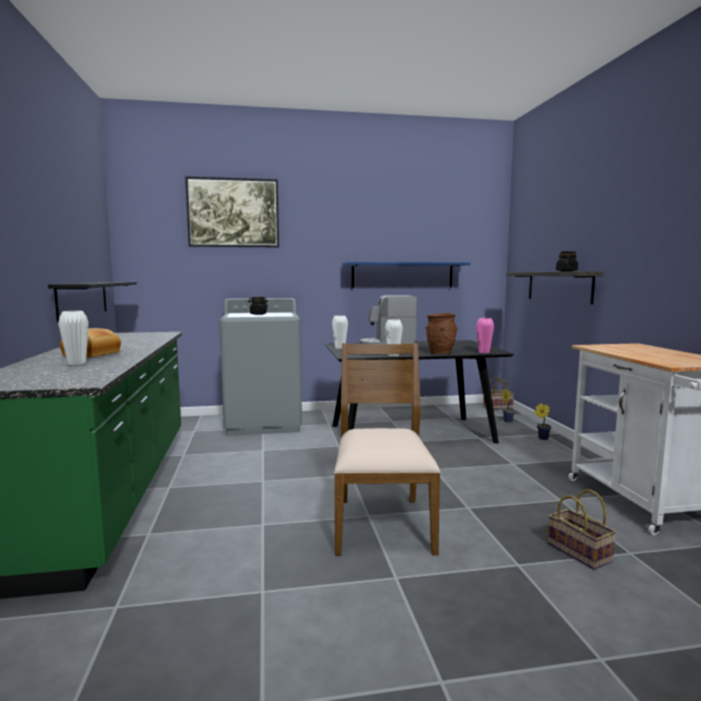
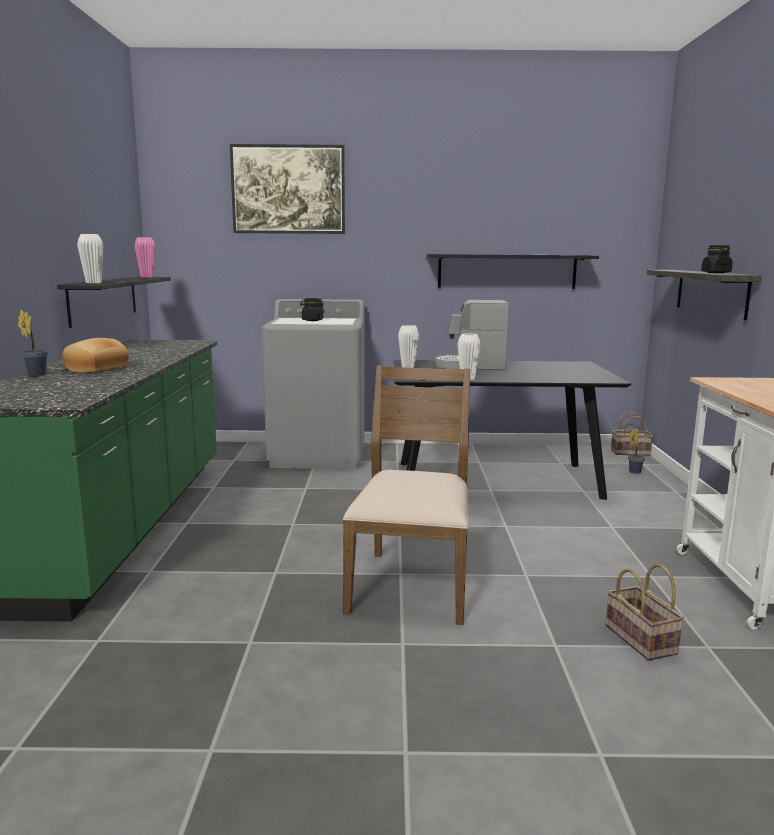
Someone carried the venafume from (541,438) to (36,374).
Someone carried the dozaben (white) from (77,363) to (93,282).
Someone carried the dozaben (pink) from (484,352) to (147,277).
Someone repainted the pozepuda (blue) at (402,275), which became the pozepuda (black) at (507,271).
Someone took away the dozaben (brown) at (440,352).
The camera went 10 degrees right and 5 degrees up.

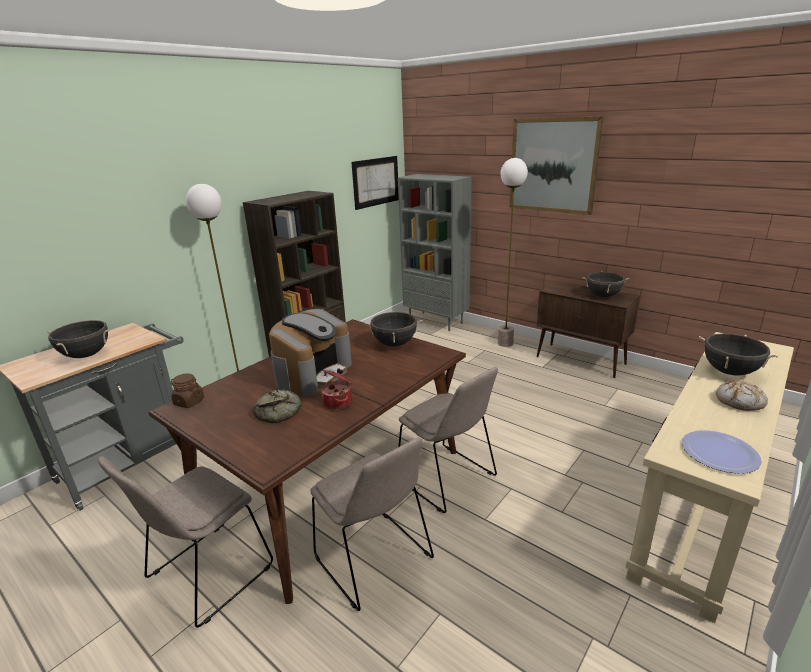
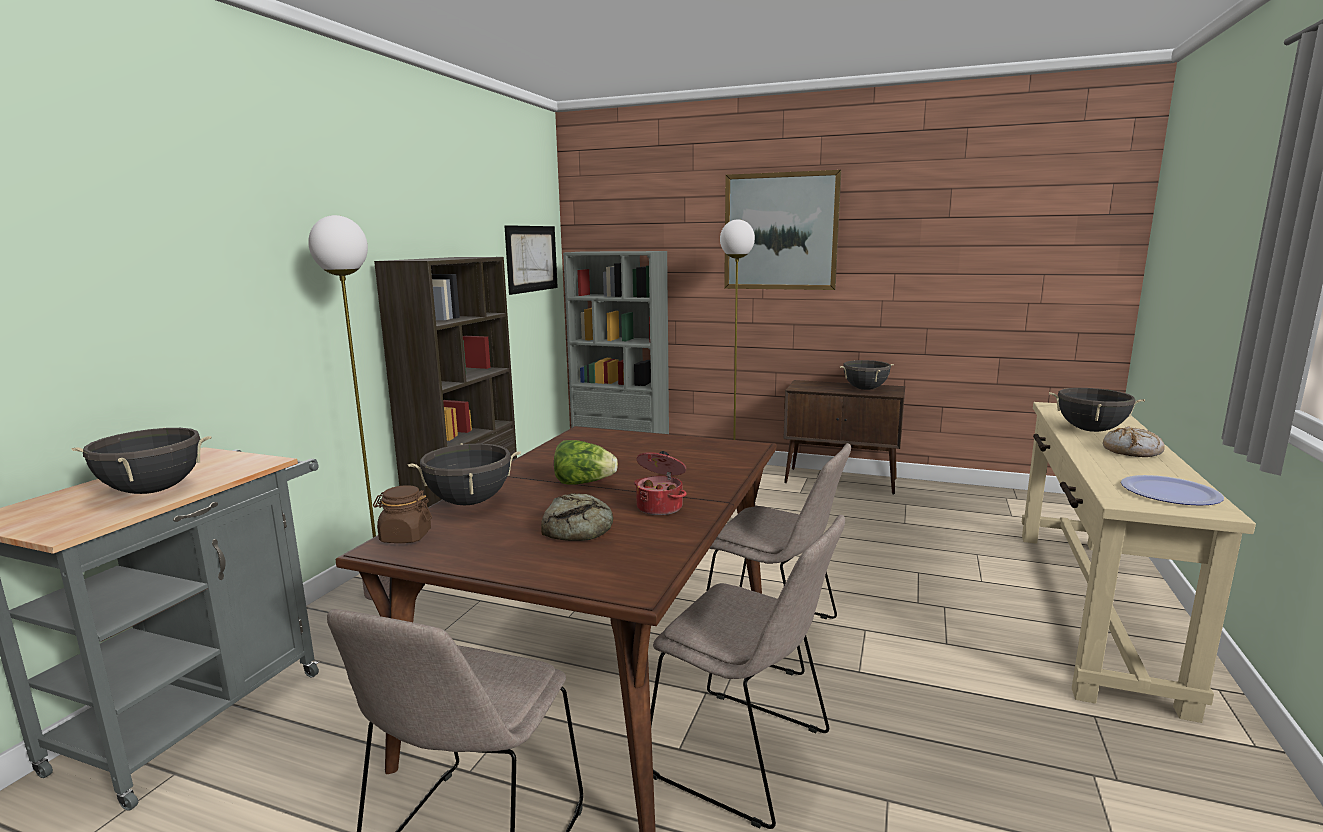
Someone carried the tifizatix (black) from (394,344) to (469,502).
Someone swapped the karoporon at (313,373) for the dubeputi at (584,483).
The camera went 20 degrees left and 10 degrees down.

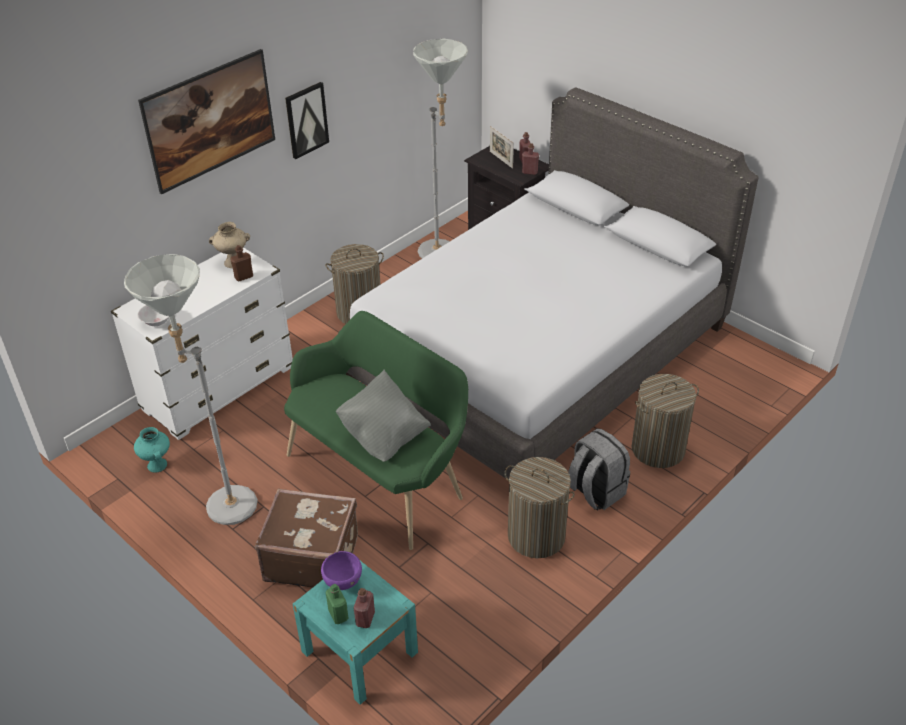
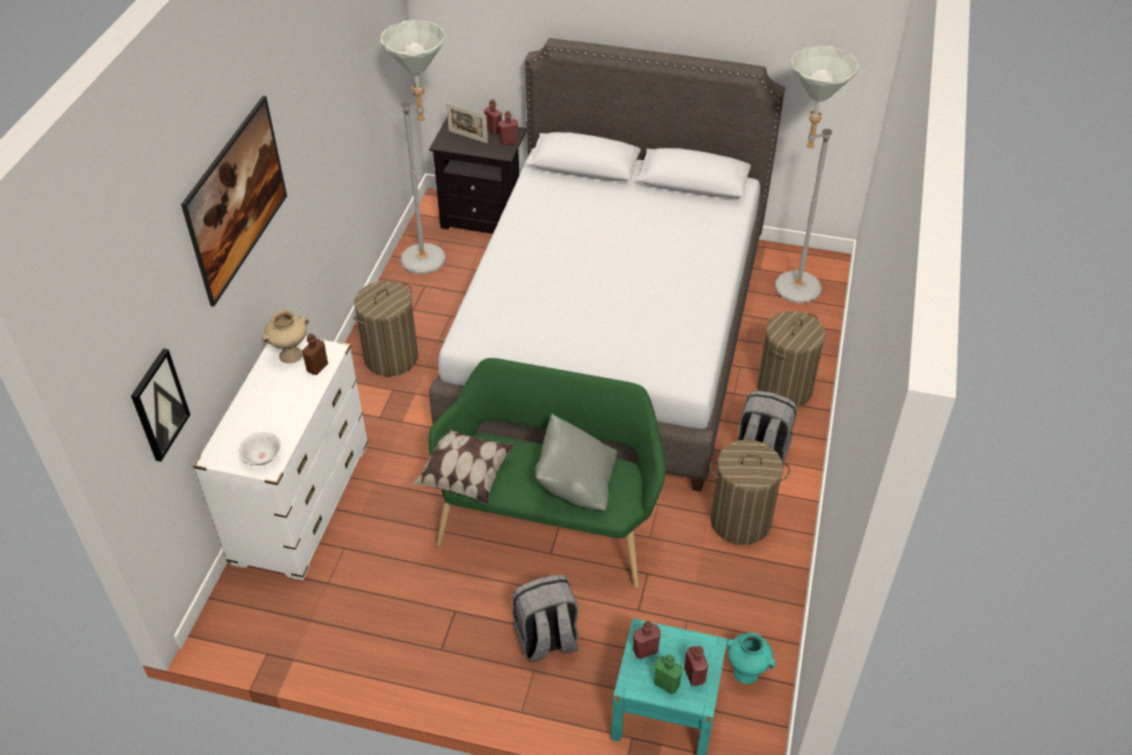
Someone carried the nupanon from (306,120) to (159,405).
Someone put down the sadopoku at (464,475).
Someone swapped the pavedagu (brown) at (312,557) for the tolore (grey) at (546,640).
Someone swapped the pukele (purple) at (343,583) for the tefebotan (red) at (645,650).
Someone carried the dozaben (turquoise) from (158,465) to (746,673).
Someone carried the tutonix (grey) from (221,504) to (788,290).
The camera went 30 degrees left and 5 degrees up.

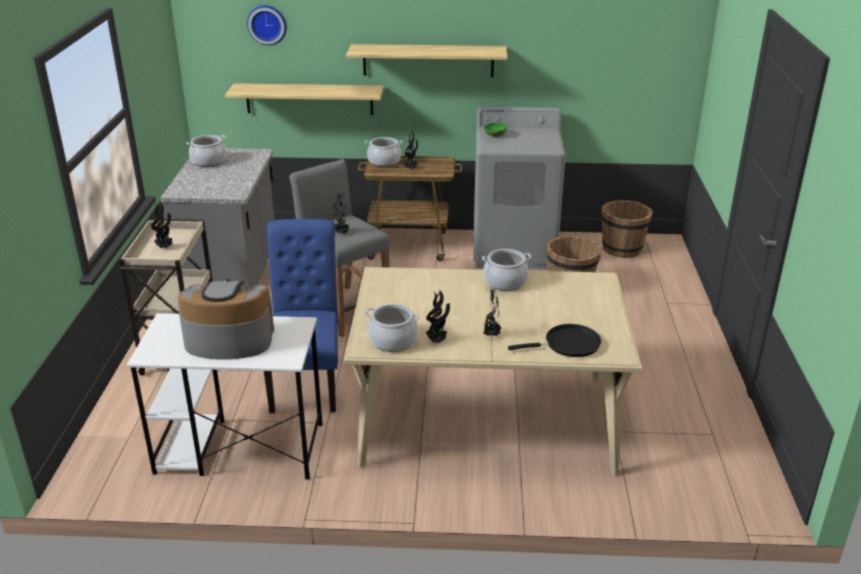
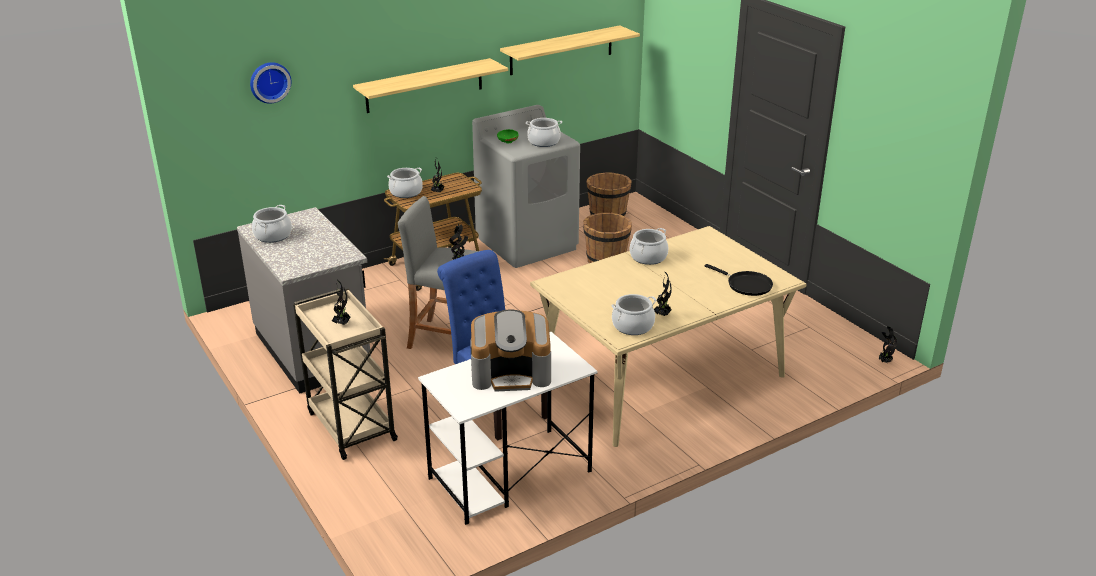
Someone rotated the karoporon at (228,340) by 150 degrees counterclockwise.
Someone carried the pozepuda from (309,99) to (561,50).
Someone put down the tifizatix at (543,142).
Someone rotated the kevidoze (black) at (568,344) by 90 degrees clockwise.
Someone carried the venafume from (491,335) to (884,362).
The camera went 35 degrees left and 0 degrees up.

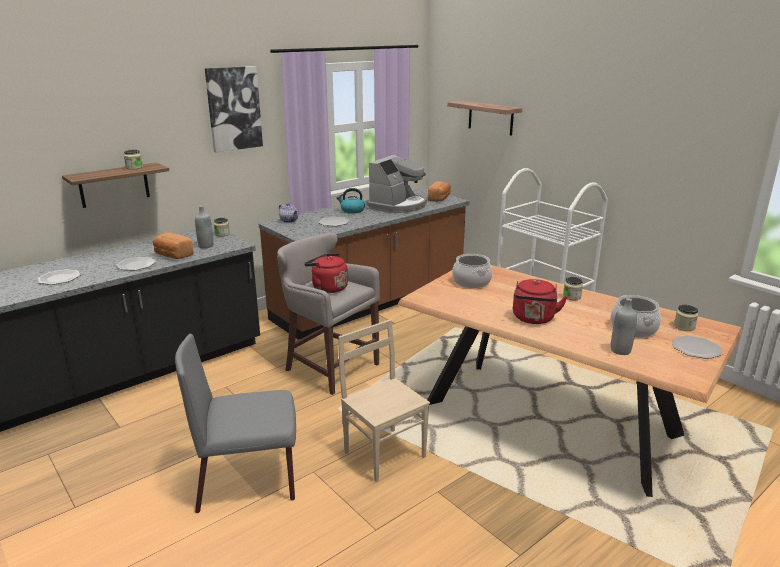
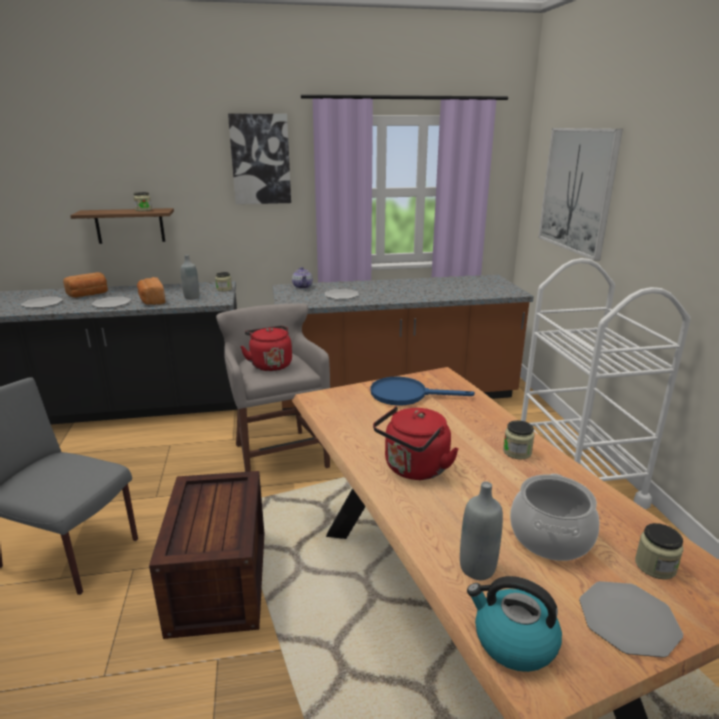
Someone carried the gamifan from (439,199) to (89,295).
Someone swapped the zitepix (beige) at (385,453) for the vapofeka at (219,579).
Someone swapped the tifizatix at (471,282) for the kevidoze (blue) at (406,395).
Someone carried the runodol from (352,211) to (513,641).
Someone swapped the pozepuda at (490,118) for the nupanon at (577,190).
Someone took away the karoporon at (398,206).
The camera went 30 degrees right and 0 degrees up.

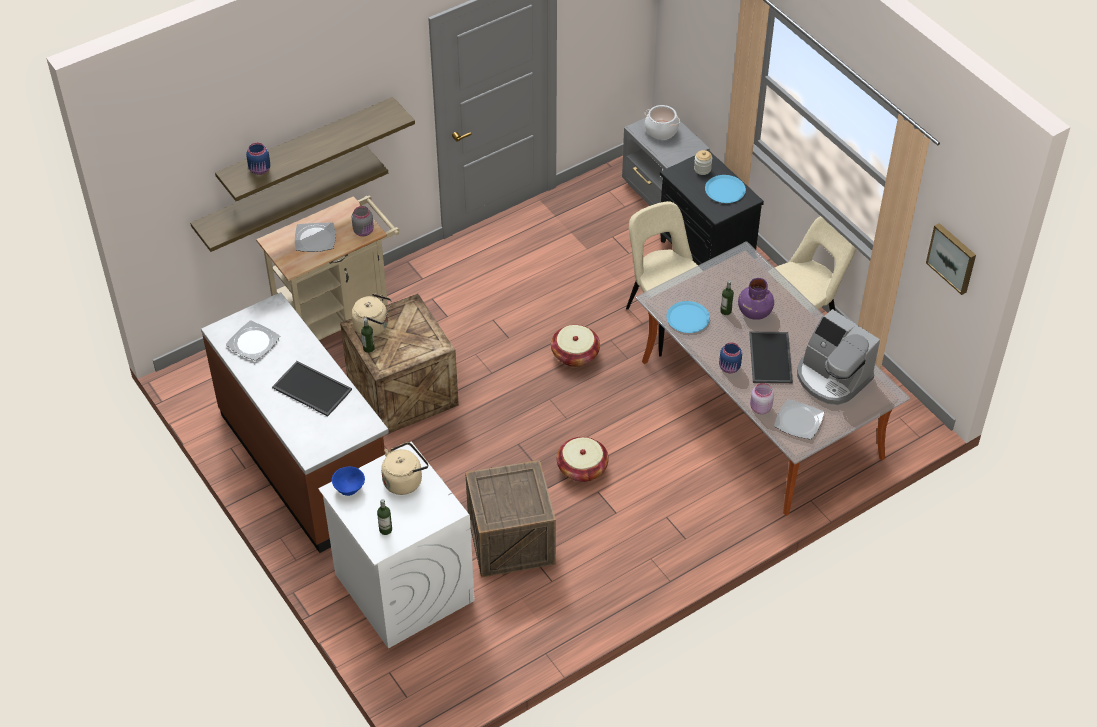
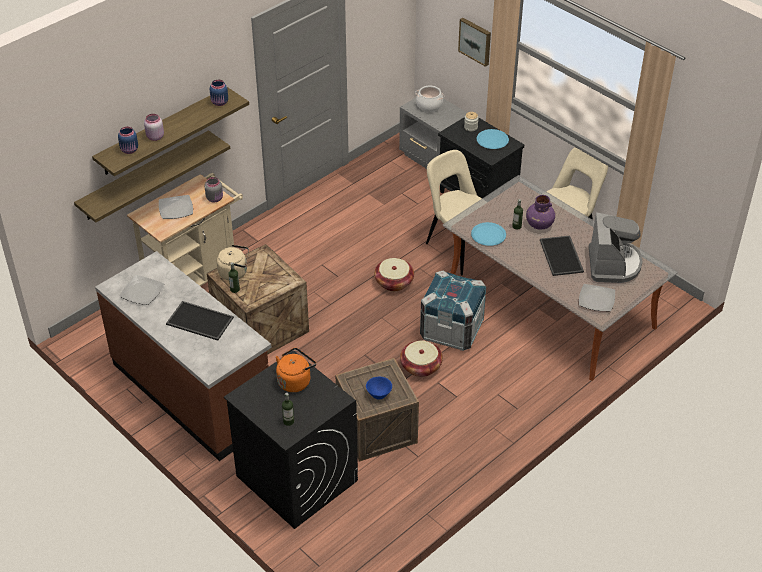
Someone carried the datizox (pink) from (760,408) to (154,137).
Someone carried the datizox (blue) from (729,368) to (220,103).
Someone repainted the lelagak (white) at (403,587), which became the lelagak (black) at (296,478).
Someone repainted the runodol (beige) at (404,480), which became the runodol (orange) at (295,381).
Someone carried the pukele (blue) from (350,488) to (379,394).
Someone put down the vapofeka at (451,330).
Someone carried the nupanon from (952,257) to (475,41).
Someone rotated the karoporon at (832,378) by 120 degrees counterclockwise.
The camera went 10 degrees left and 5 degrees down.

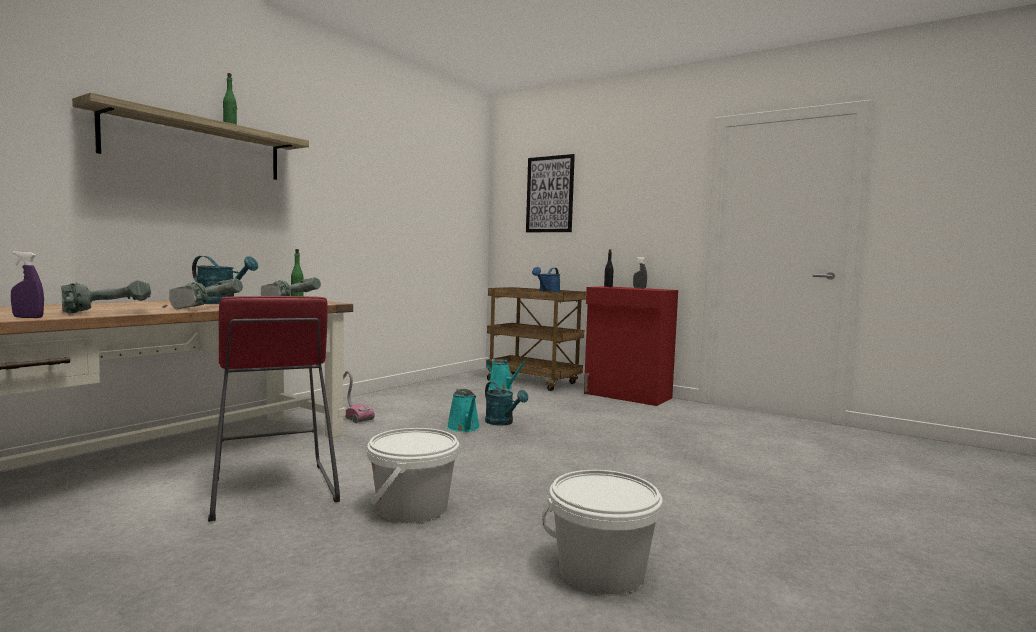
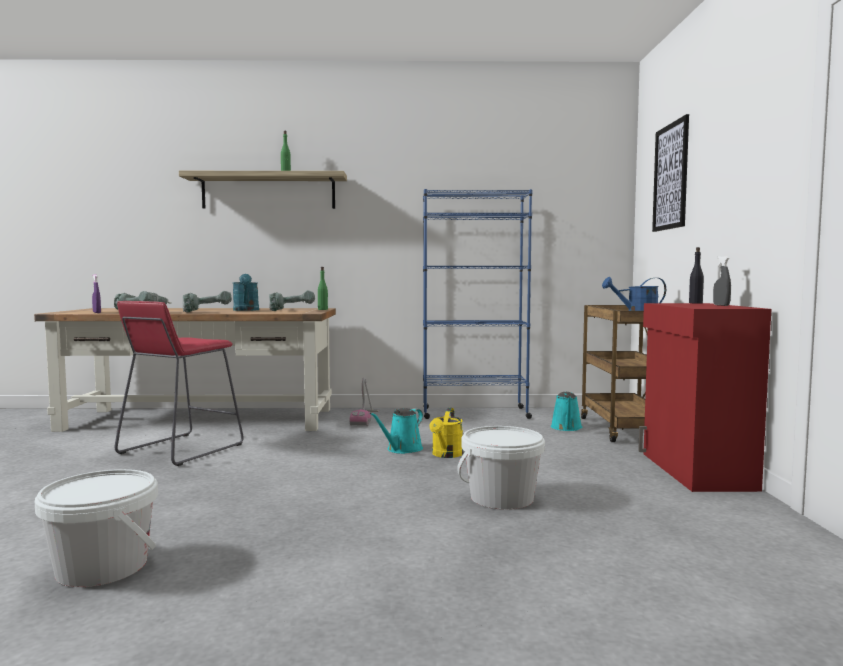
Someone put down the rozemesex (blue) at (474,413).
Someone repainted the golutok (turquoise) at (502,423), which became the golutok (yellow) at (446,455).
Someone carried the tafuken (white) from (412,508) to (501,498).
The camera went 55 degrees right and 0 degrees up.

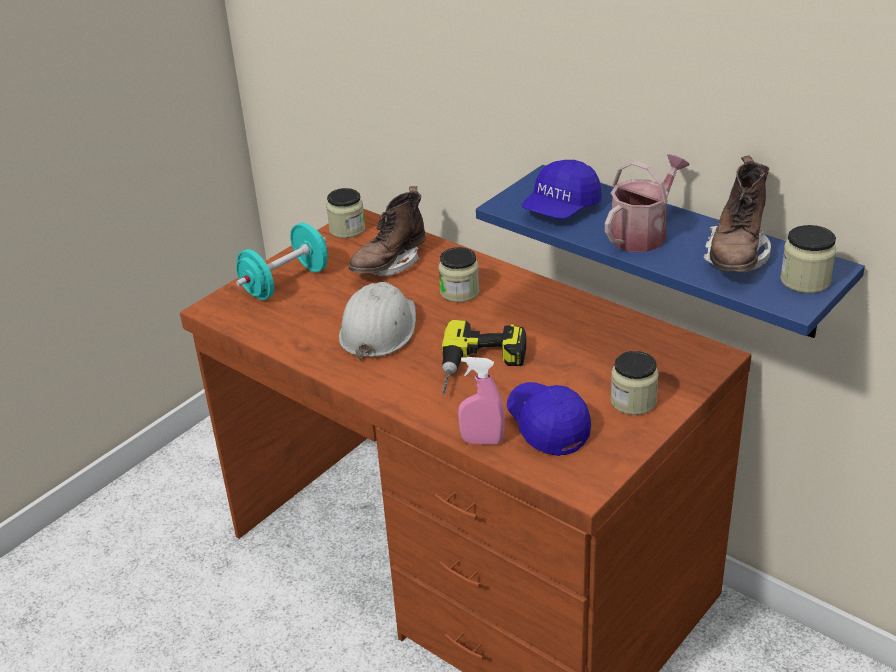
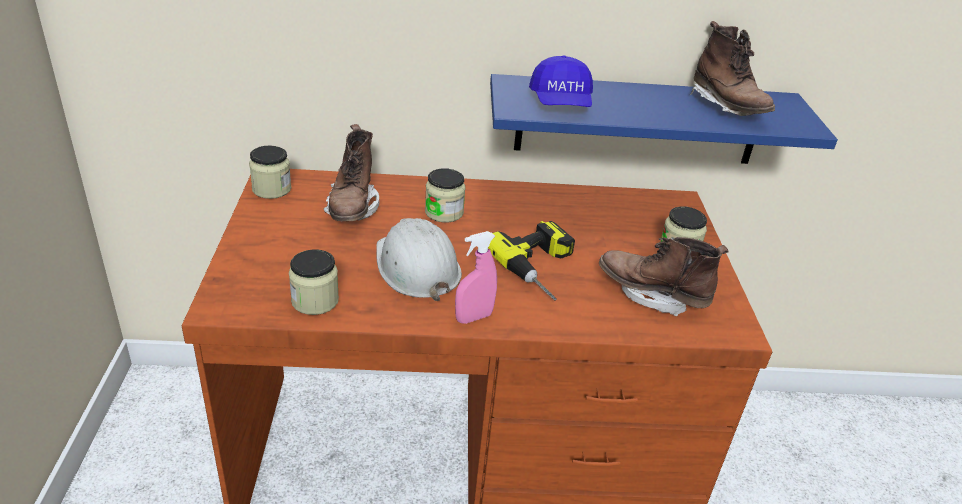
Someone carried the datizox from (805,280) to (315,301).
Someone carried the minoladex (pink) from (482,441) to (474,317).
Someone swapped the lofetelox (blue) at (547,426) for the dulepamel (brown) at (652,295).
Someone took away the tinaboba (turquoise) at (285,283).
Someone took away the golutok at (642,233).
The camera went 45 degrees left and 0 degrees up.

